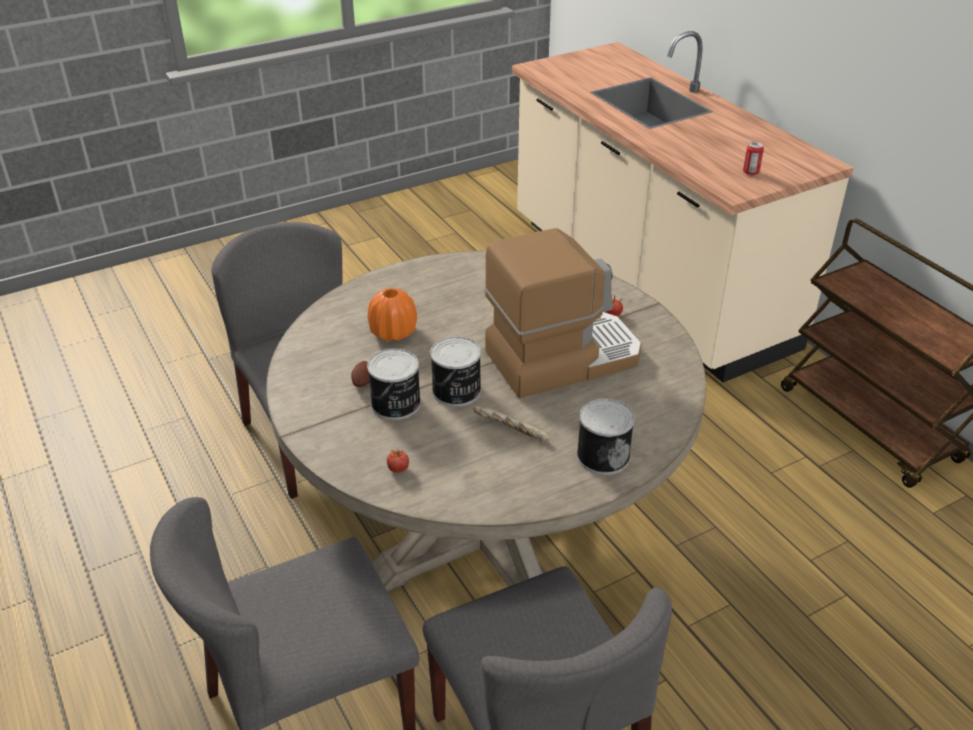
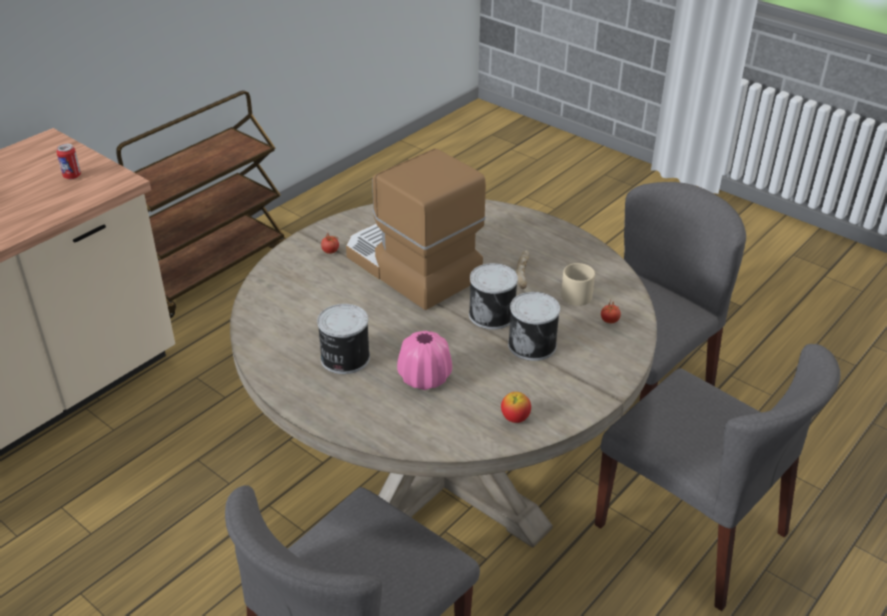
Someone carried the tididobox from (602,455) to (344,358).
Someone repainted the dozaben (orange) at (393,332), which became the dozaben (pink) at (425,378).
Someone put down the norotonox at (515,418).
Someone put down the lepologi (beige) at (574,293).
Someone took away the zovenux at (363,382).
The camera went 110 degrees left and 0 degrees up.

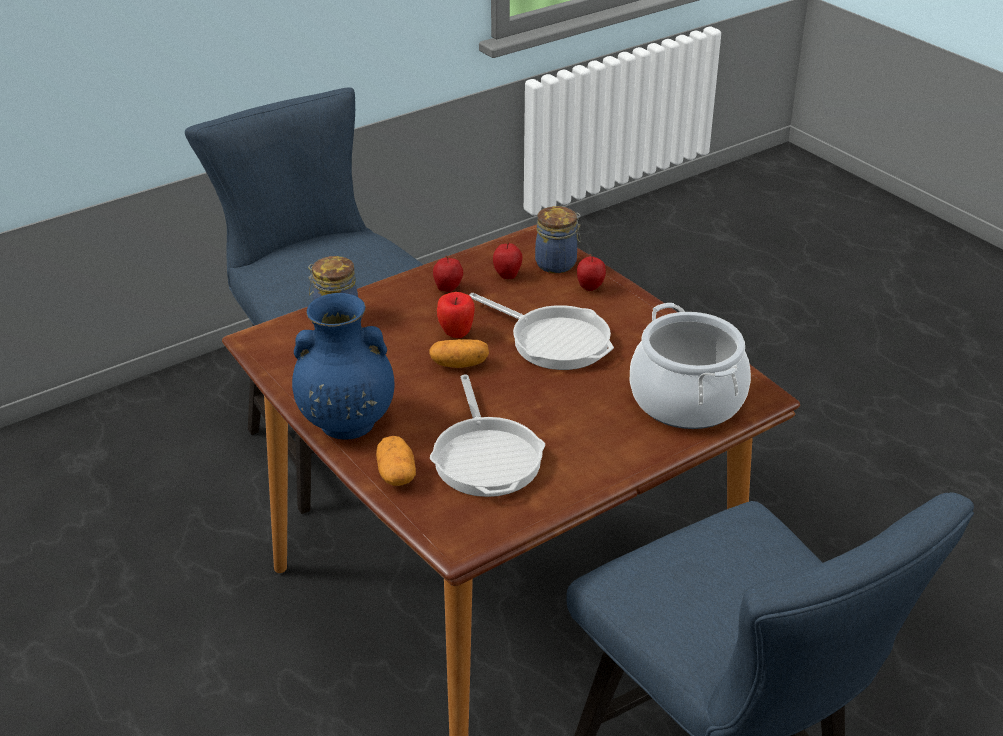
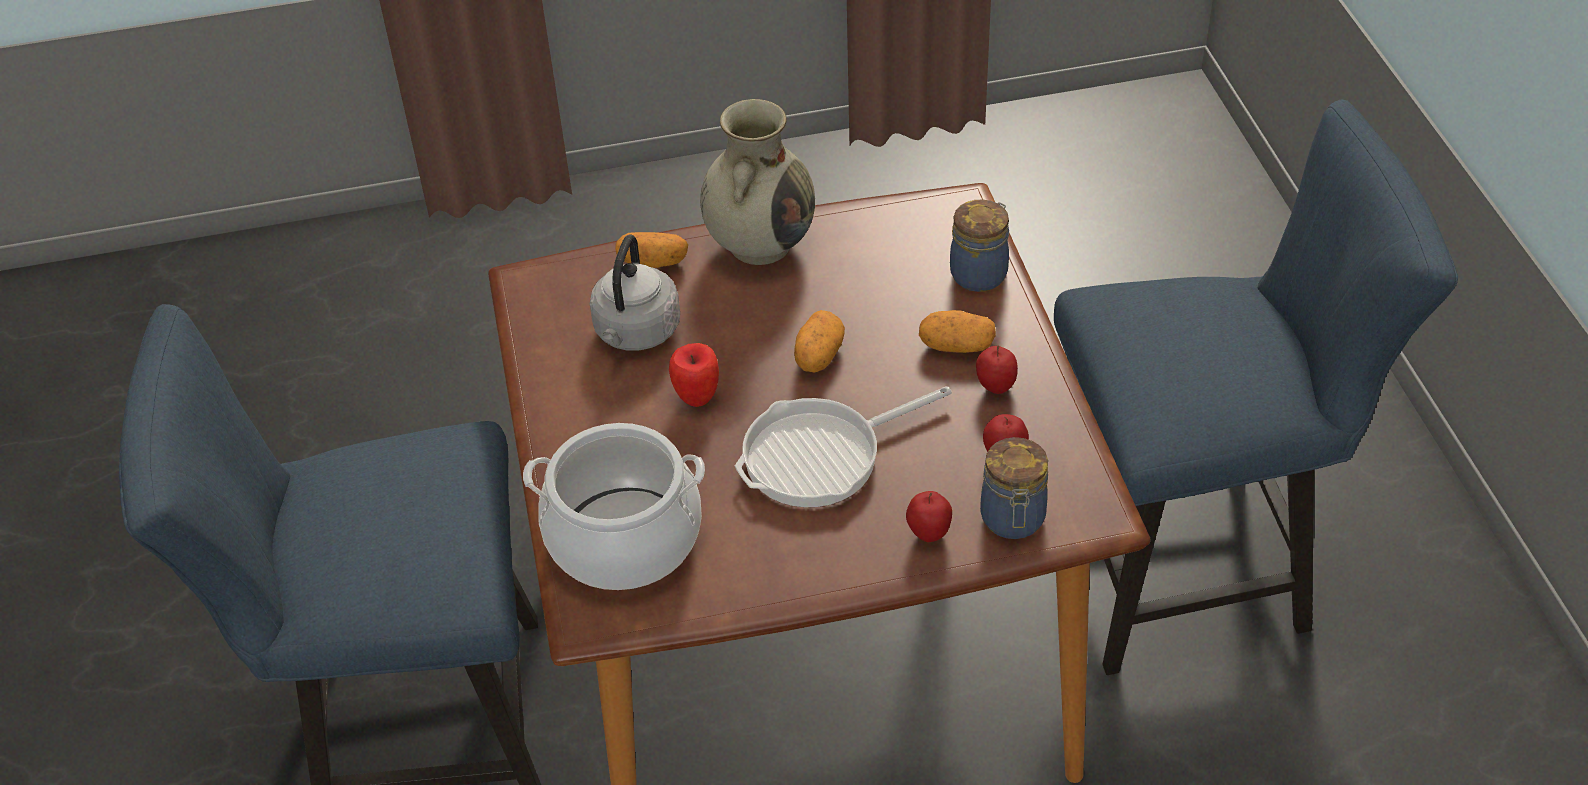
Someone swapped the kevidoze at (486,457) for the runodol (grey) at (636,333).
Someone carried the norotonox from (456,334) to (697,397).
Someone repainted the dozaben (blue) at (345,423), which became the dozaben (beige) at (760,243).
Someone put down the zovenux at (956,346).
The camera went 115 degrees right and 10 degrees up.

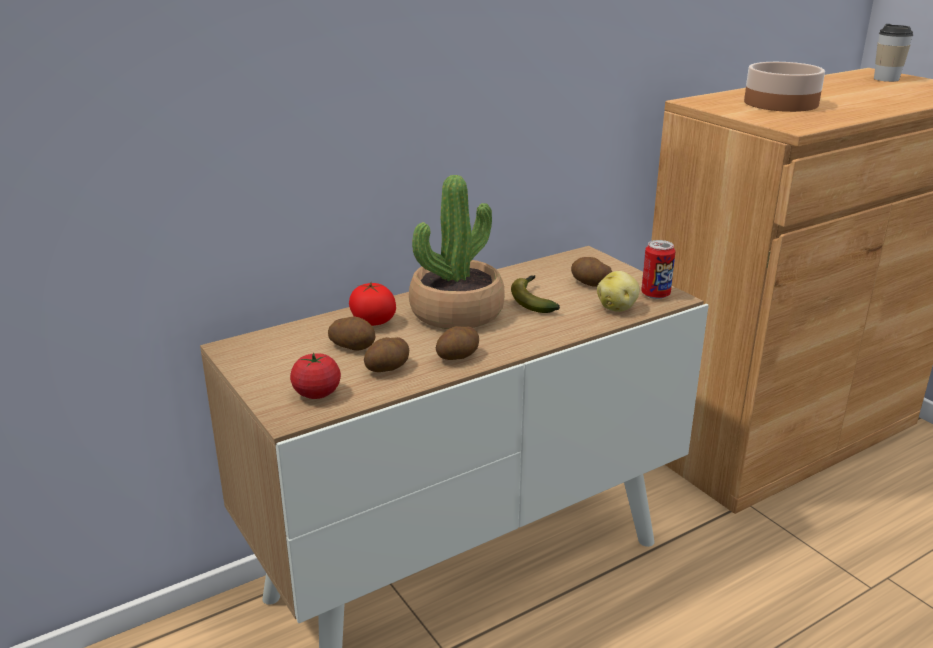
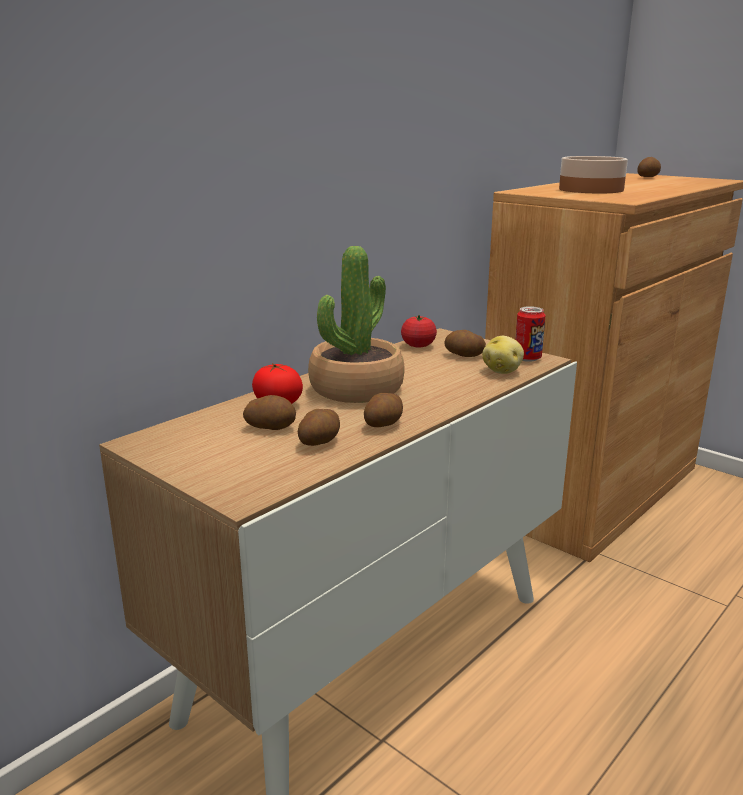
Someone carried the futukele from (317,393) to (418,345).
Someone swapped the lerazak at (886,79) for the zovenux at (648,177).
Someone took away the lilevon at (532,300).
The camera went 15 degrees left and 5 degrees down.

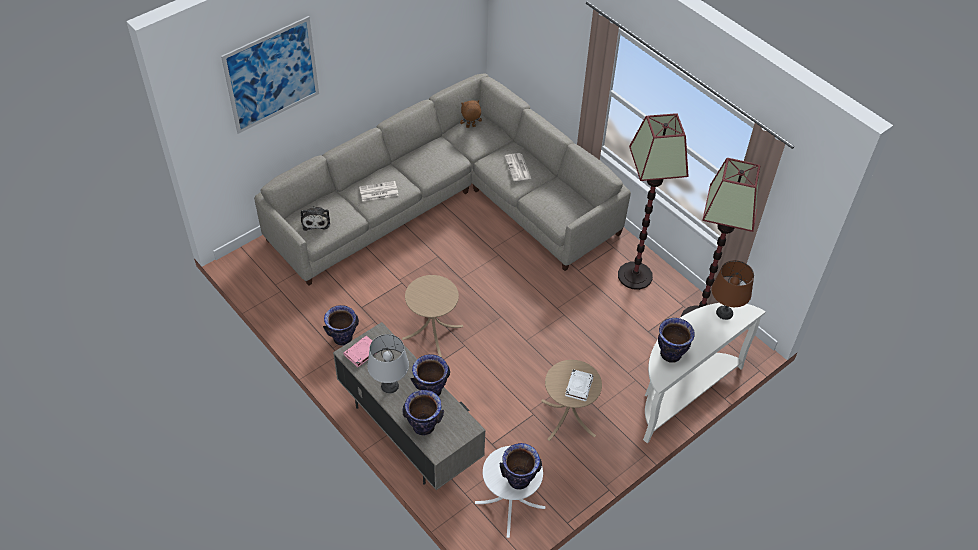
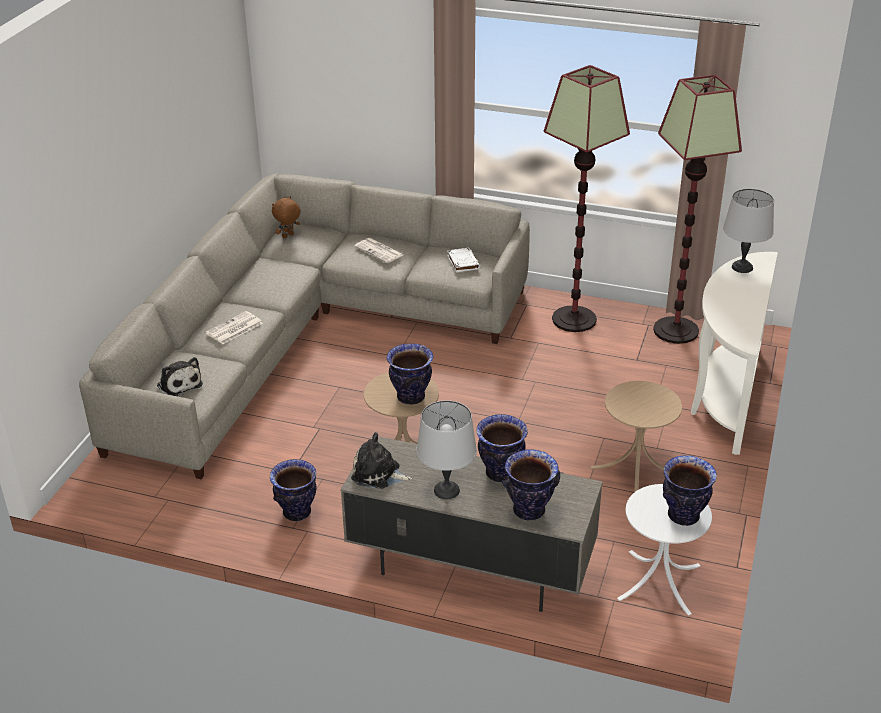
Someone swapped the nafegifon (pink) at (361,353) for the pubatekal at (378,474).
Someone carried the dozaben from (670,354) to (410,397).
Someone carried the nafegifon (white) from (579,386) to (463,262).
Someone repainted the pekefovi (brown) at (725,312), which became the pekefovi (grey) at (742,267).
Someone took away the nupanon at (272,75).
The camera went 30 degrees left and 15 degrees down.

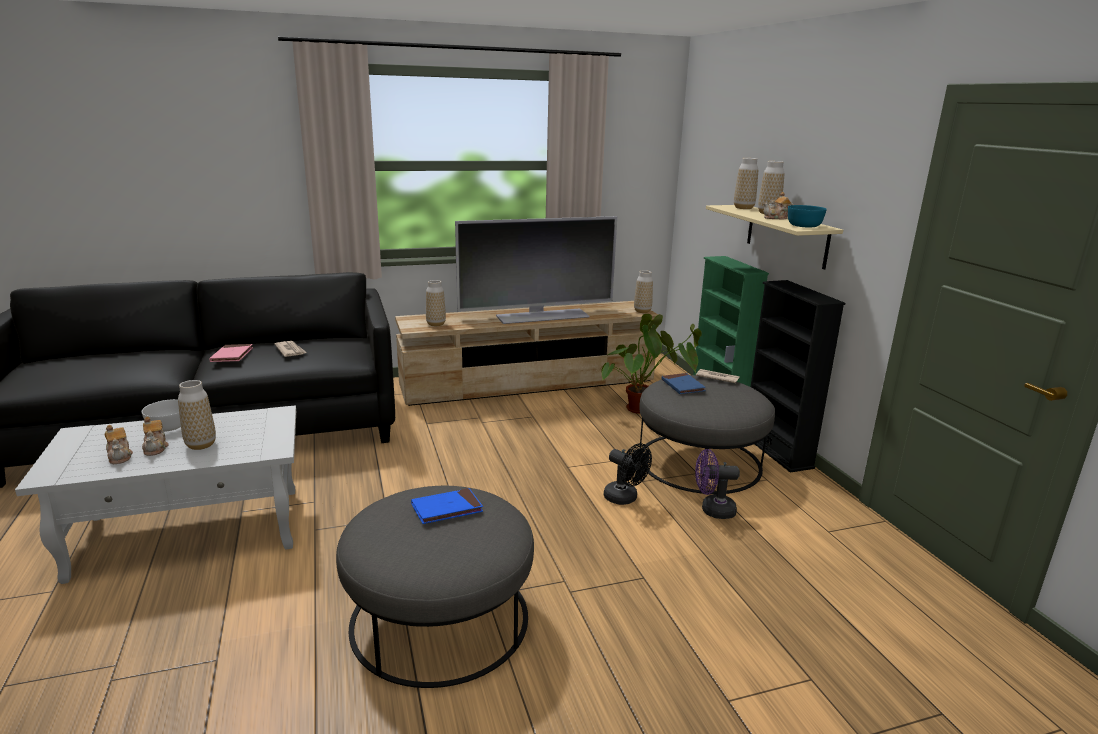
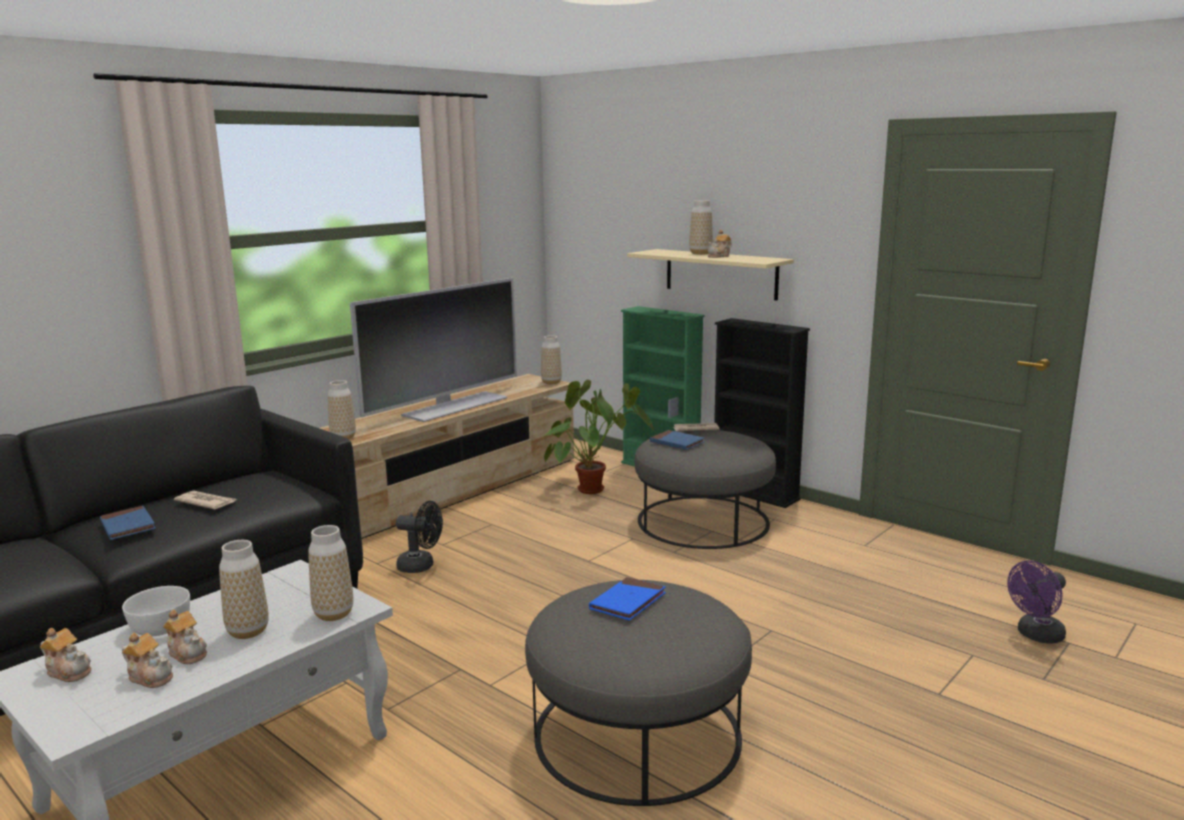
Someone put down the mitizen at (69,671).
Someone repainted the nafegifon (pink) at (232,355), which became the nafegifon (blue) at (128,526).
Someone carried the dozaben from (743,208) to (333,614).
Someone carried the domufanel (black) from (625,498) to (421,566).
Someone carried the domufanel (purple) from (712,510) to (1036,635).
Someone took away the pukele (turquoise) at (804,226).
The camera went 30 degrees left and 5 degrees down.

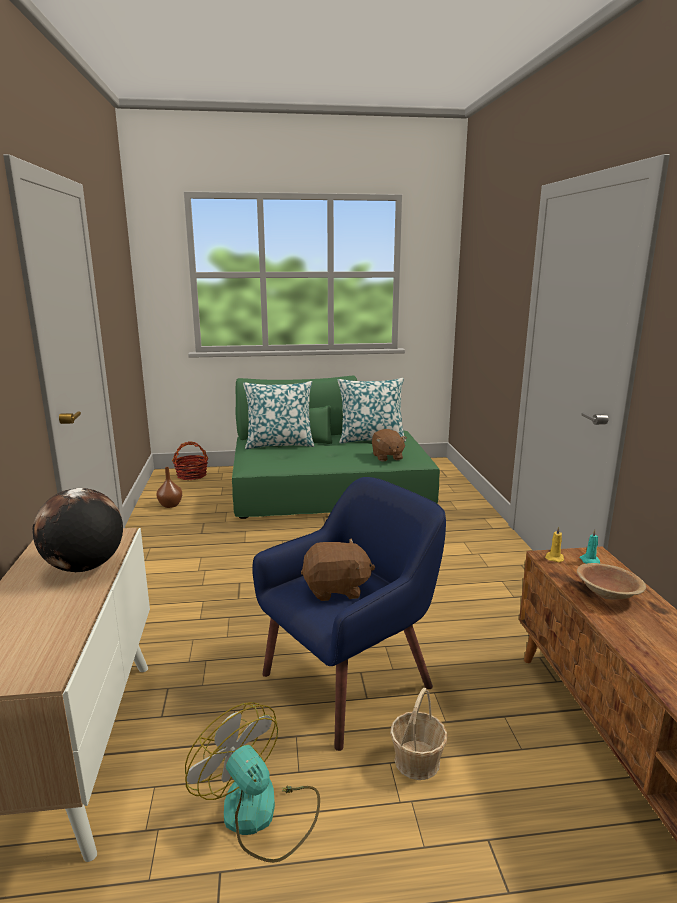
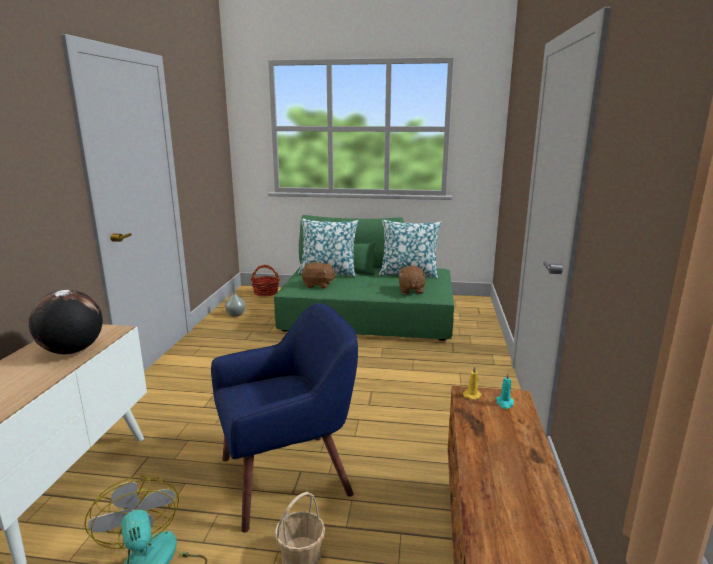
Someone repainted the dozaben (brown) at (170,505), which became the dozaben (grey) at (235,315).
Someone carried the pubatekal (brown) from (336,589) to (318,285).
Someone took away the pukele (brown) at (608,594).
The camera went 15 degrees right and 0 degrees up.

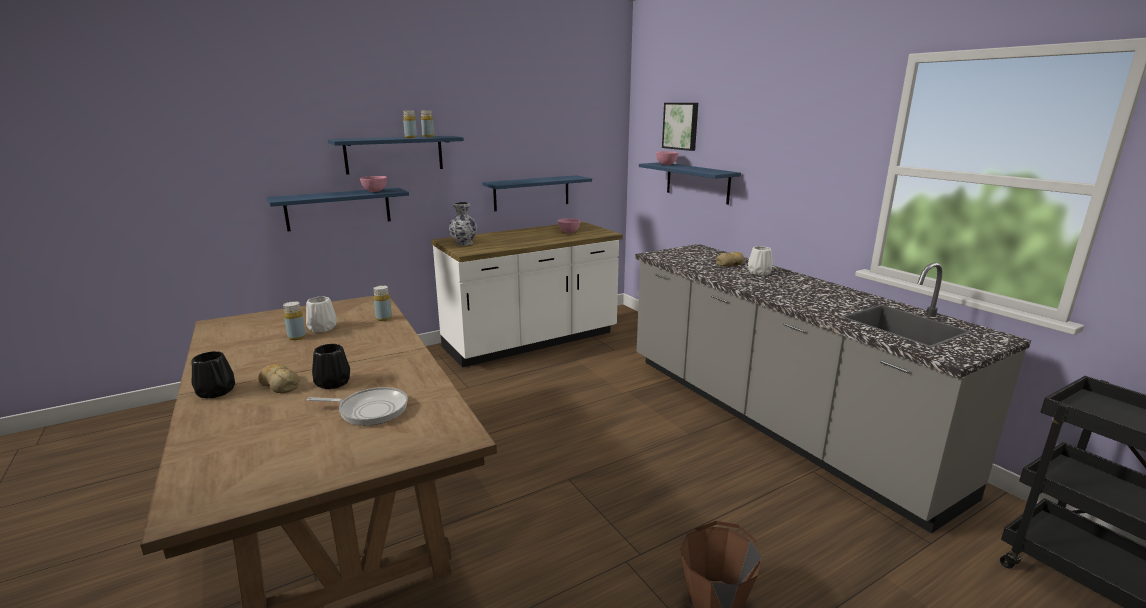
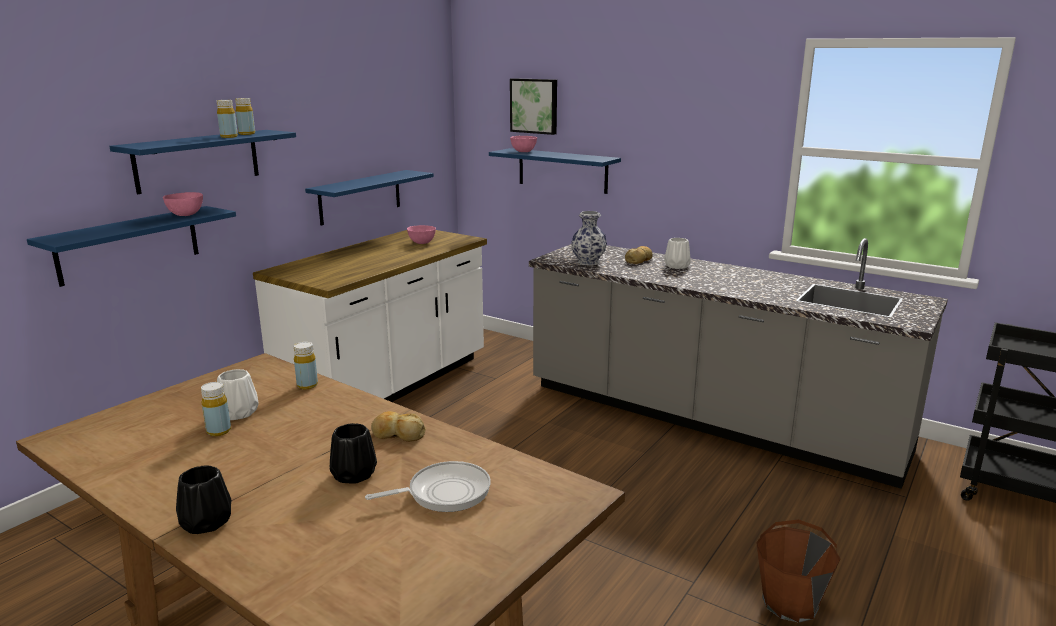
Someone carried the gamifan from (280,385) to (398,434).
Someone carried the dozaben from (464,243) to (588,262).
The camera went 25 degrees left and 0 degrees up.

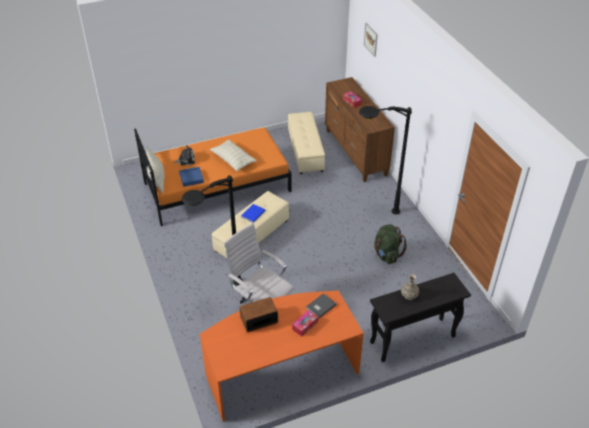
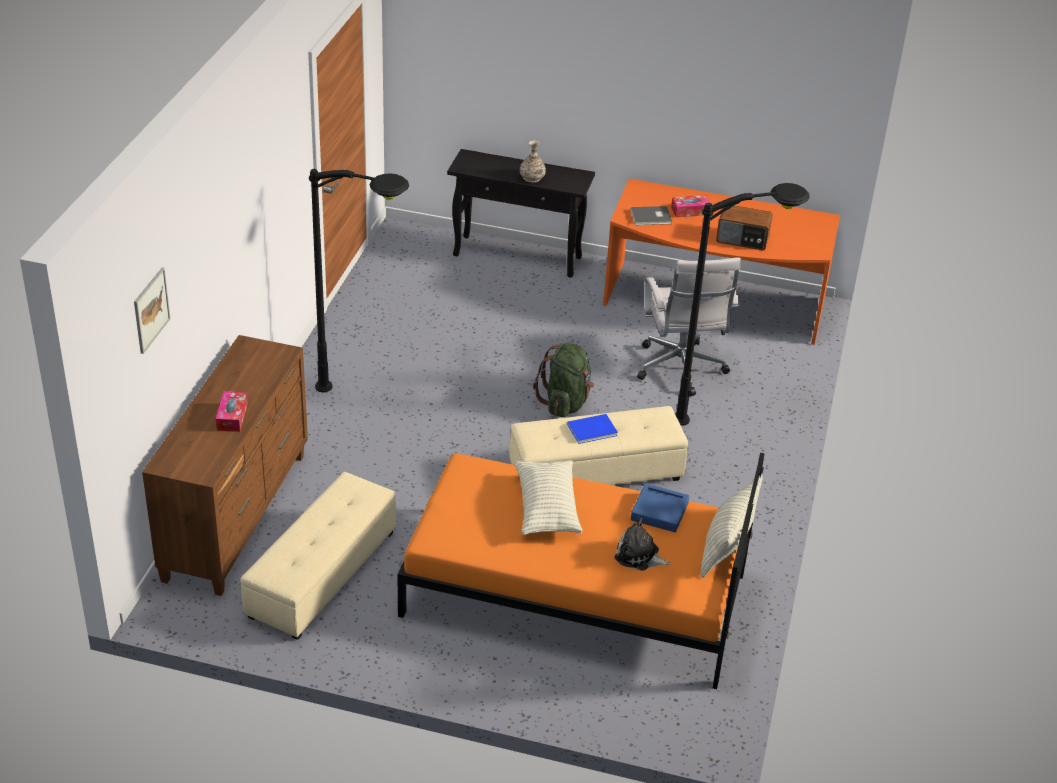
Someone carried the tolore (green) from (386,254) to (565,403).
The camera went 145 degrees left and 5 degrees down.

